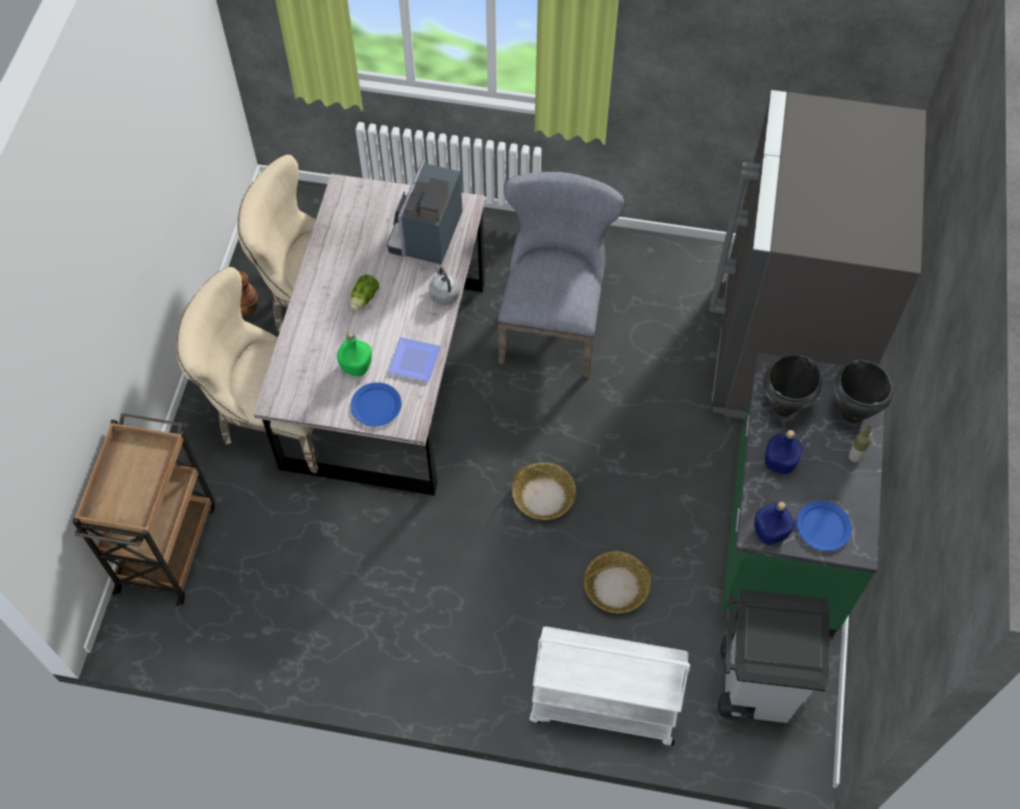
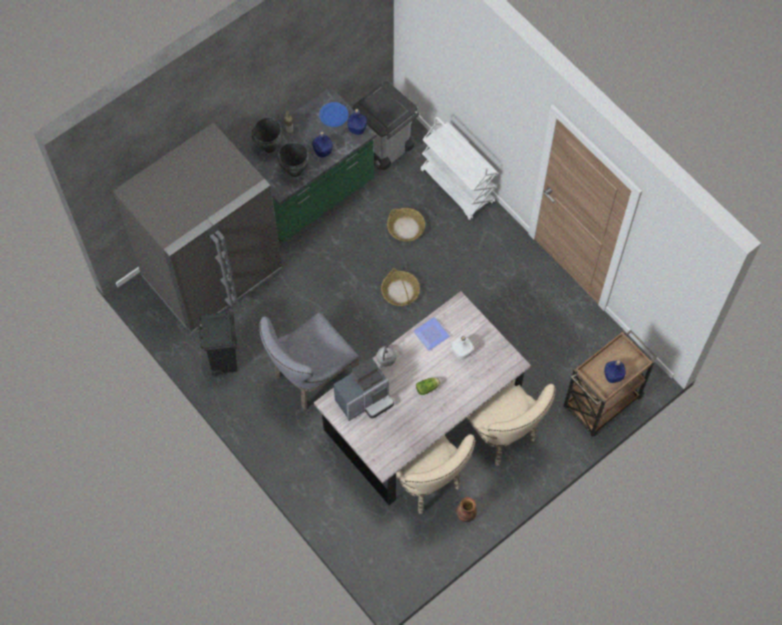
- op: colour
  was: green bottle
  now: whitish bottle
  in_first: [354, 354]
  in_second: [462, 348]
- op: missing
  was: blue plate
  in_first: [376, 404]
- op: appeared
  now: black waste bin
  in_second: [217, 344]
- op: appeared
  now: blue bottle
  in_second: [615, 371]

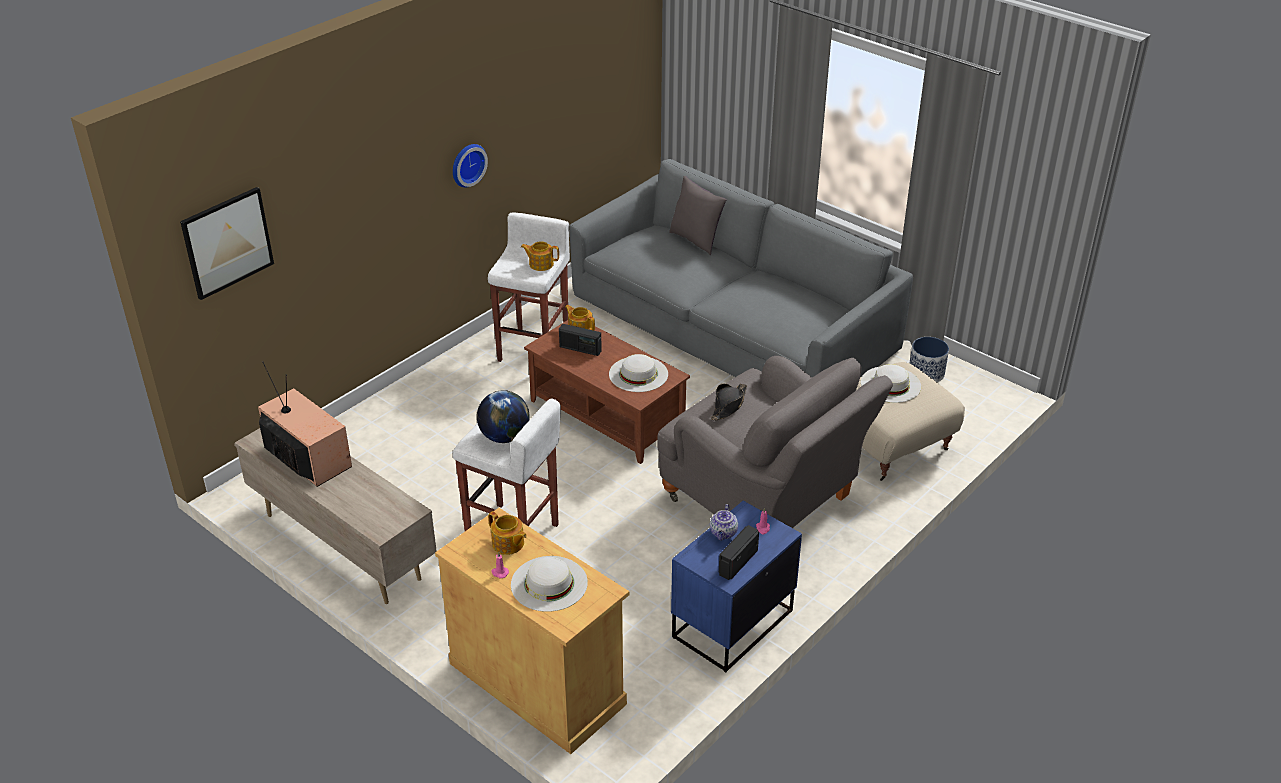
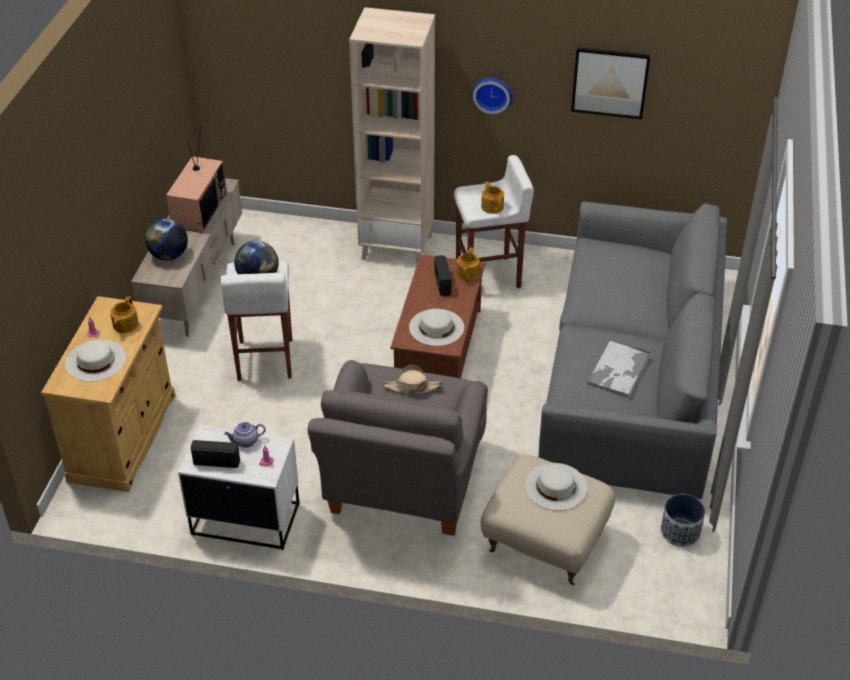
- op: relocated
  was: wall art
  in_first: [227, 243]
  in_second: [611, 83]
- op: missing
  was: grey throw pillow
  in_first: [698, 215]
- op: colour
  was: blue night table
  now: whitish night table
  in_first: [736, 587]
  in_second: [238, 487]
- op: colour
  was: black hat
  now: sand-coloured hat
  in_first: [729, 402]
  in_second: [412, 379]
- op: appeared
  now: world globe
  in_second: [166, 240]
- op: appeared
  now: sand-coloured bookcase
  in_second: [392, 135]
- op: appeared
  now: carrying tray
  in_second: [618, 369]

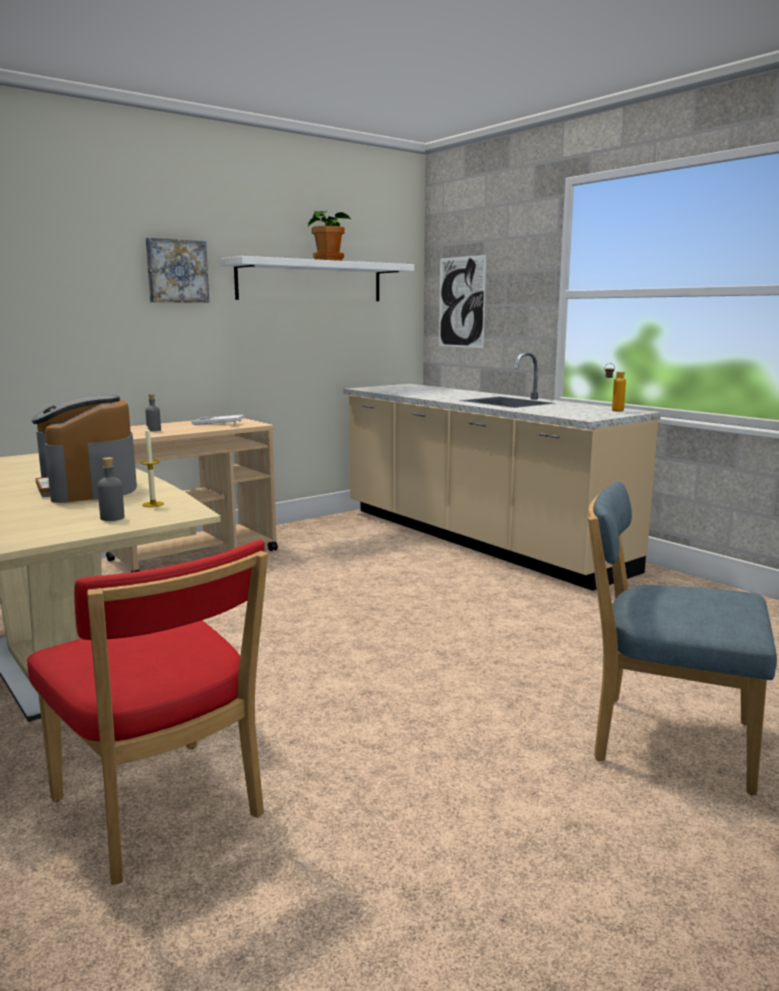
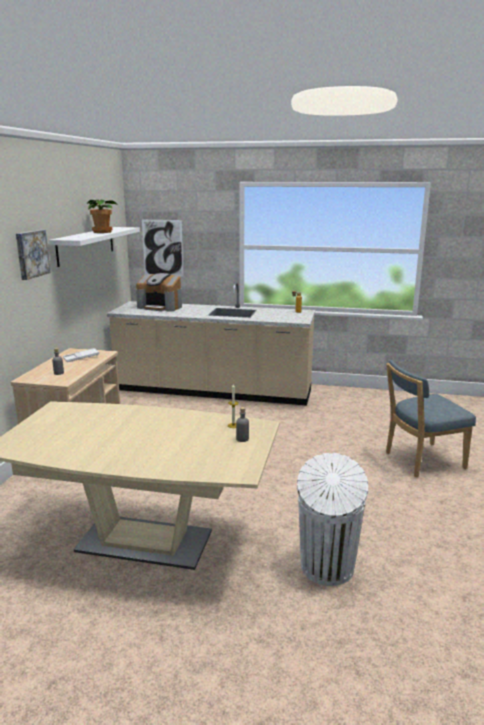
- op: exchanged
  was: reddish plain chair
  now: whitish waste bin
  in_first: [147, 712]
  in_second: [332, 519]
- op: relocated
  was: coffee maker
  in_first: [84, 449]
  in_second: [159, 292]

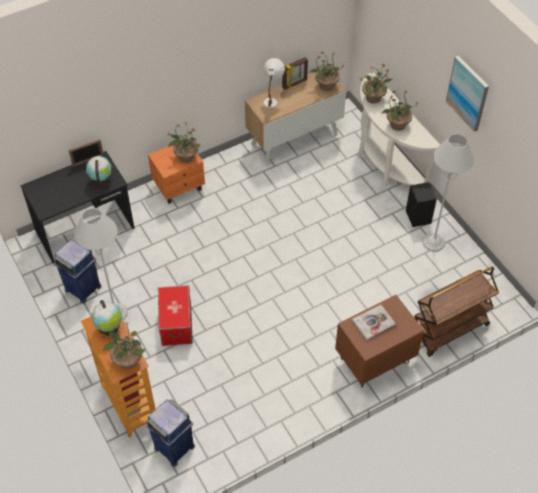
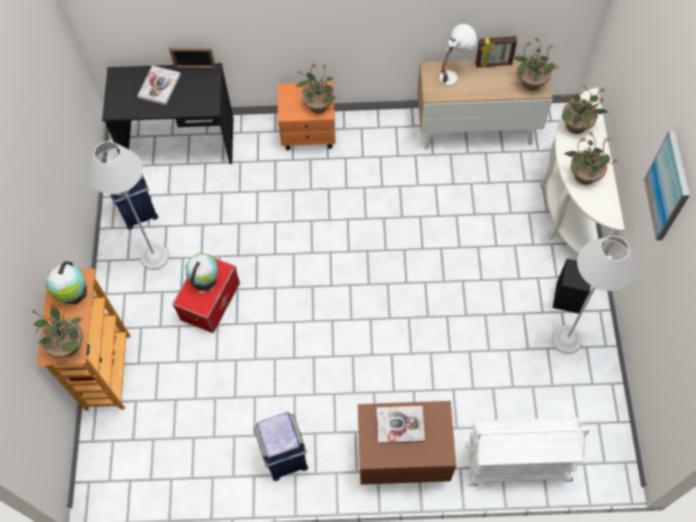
- op: relocated
  was: world globe
  in_first: [98, 172]
  in_second: [202, 272]
- op: relocated
  was: blue waste bin
  in_first: [170, 433]
  in_second: [281, 446]
- op: colour
  was: brown-coloured cart
  now: whitish cart
  in_first: [456, 311]
  in_second: [527, 451]
- op: appeared
  now: bound book
  in_second: [159, 85]

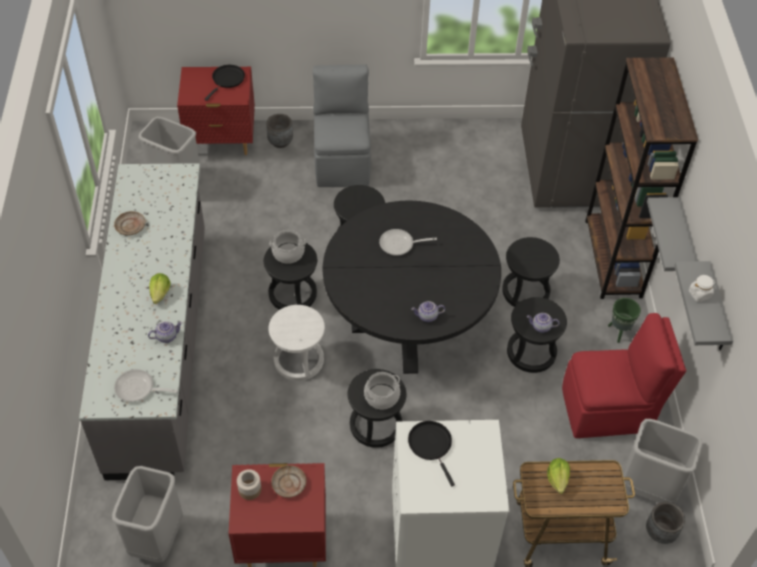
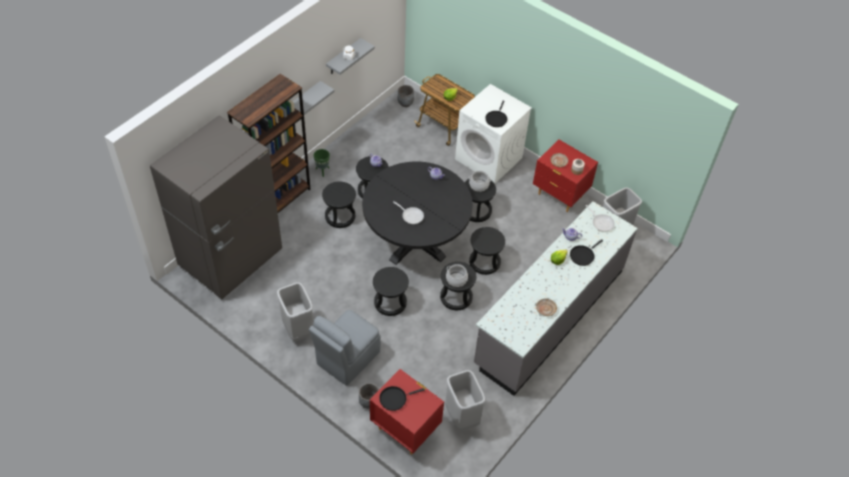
- op: colour
  was: whitish stool seat
  now: black stool seat
  in_first: [296, 343]
  in_second: [487, 251]
- op: missing
  was: reddish plain chair
  in_first: [624, 375]
- op: relocated
  was: grey waste bin
  in_first: [663, 461]
  in_second: [295, 311]
- op: appeared
  now: black frying pan
  in_second: [586, 252]

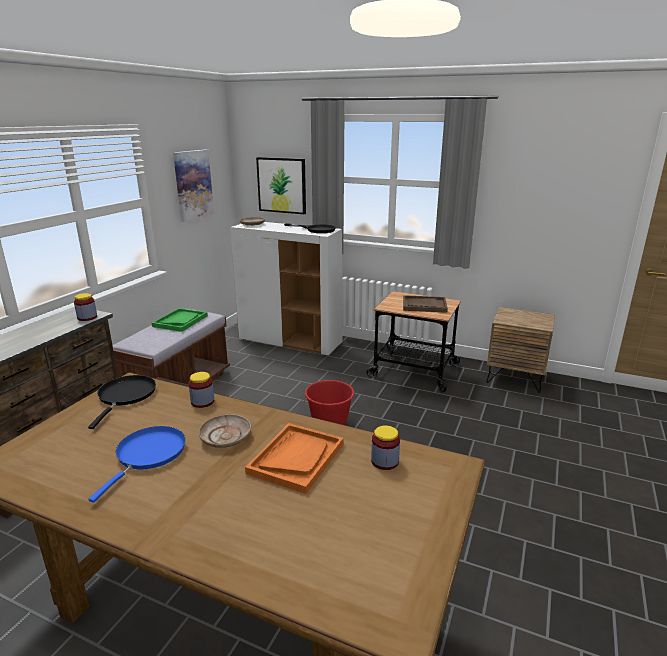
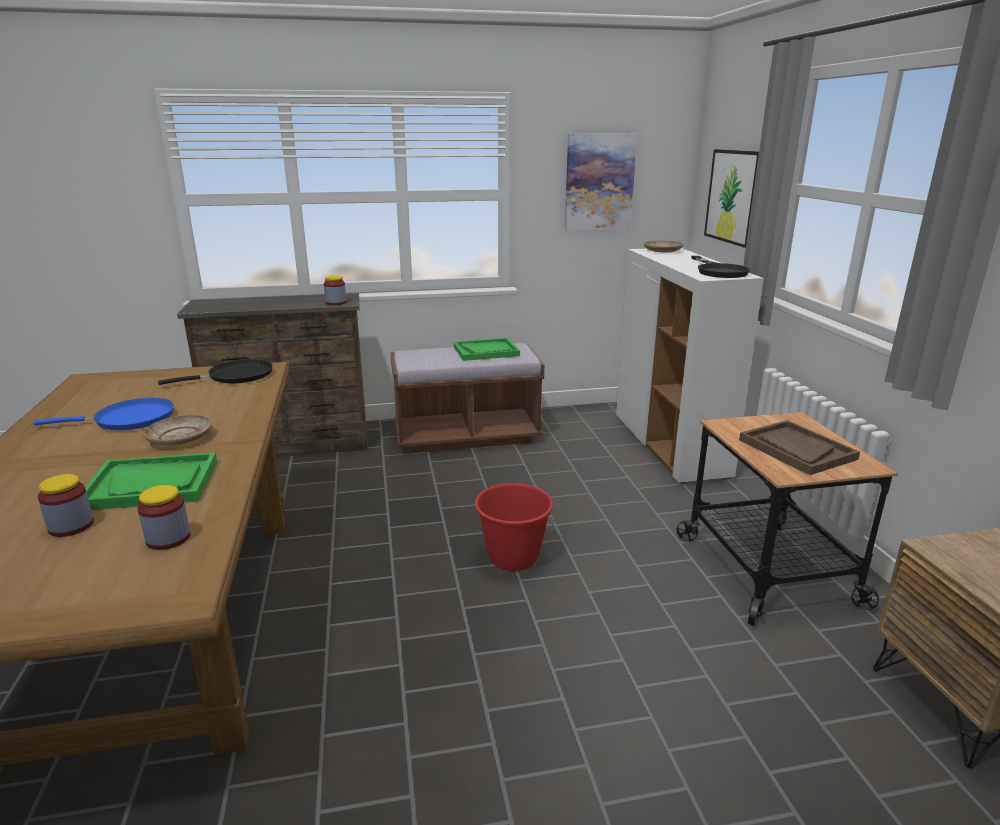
- op: relocated
  was: jar
  in_first: [201, 390]
  in_second: [66, 505]
- op: colour
  was: orangey carrying tray
  now: green carrying tray
  in_first: [294, 458]
  in_second: [151, 481]

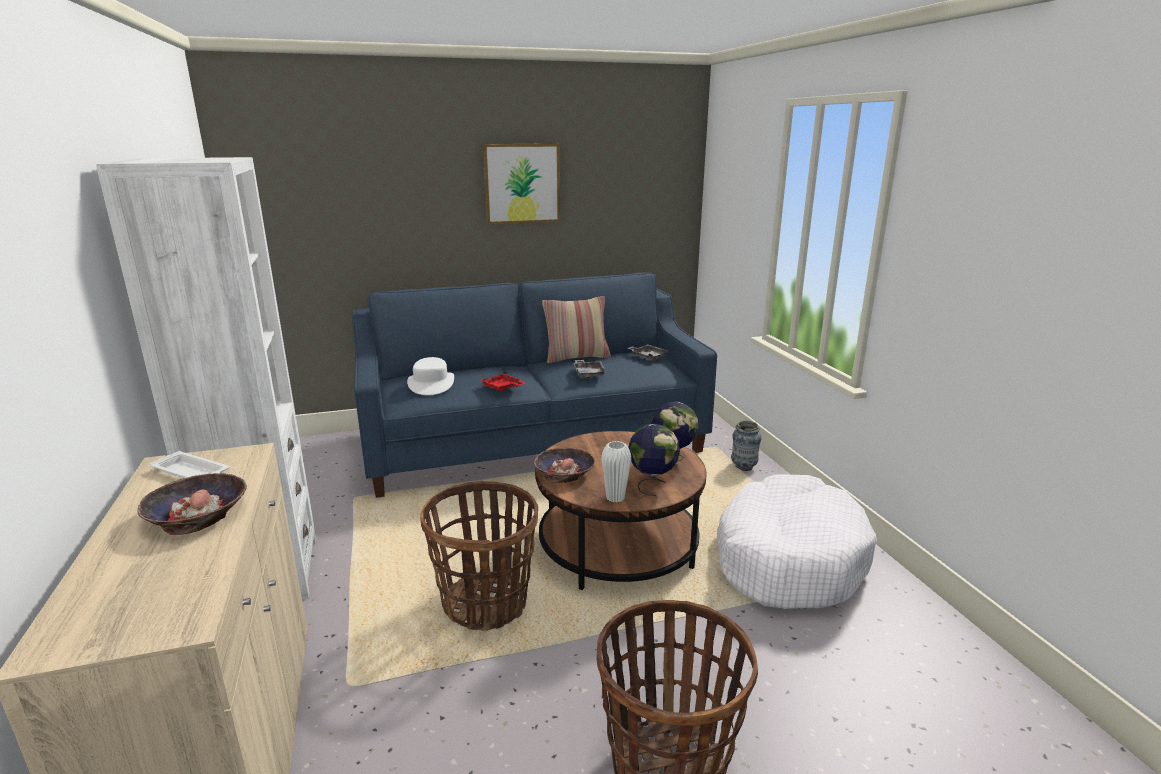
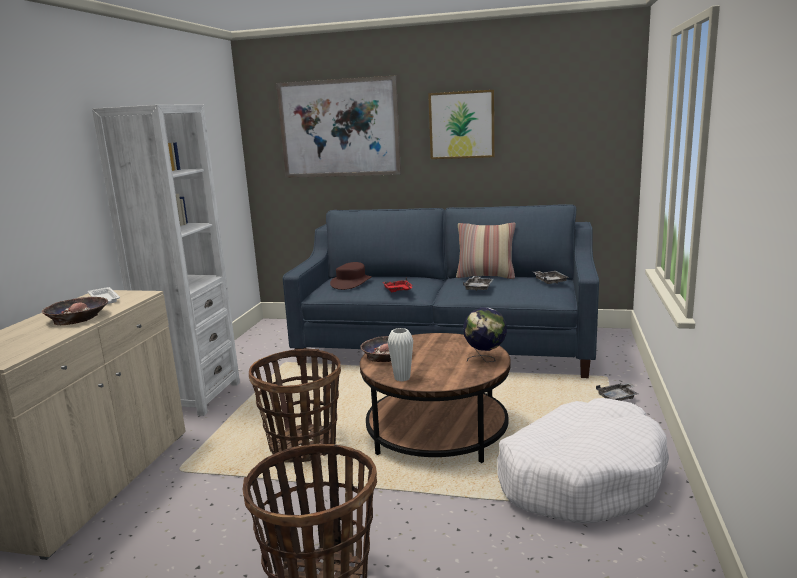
- op: colour
  was: whitish hat
  now: brown-coloured hat
  in_first: [430, 376]
  in_second: [351, 276]
- op: missing
  was: world globe
  in_first: [654, 460]
- op: exchanged
  was: flower vase
  now: grey carrying tray
  in_first: [746, 446]
  in_second: [617, 392]
- op: appeared
  now: wall art
  in_second: [338, 126]

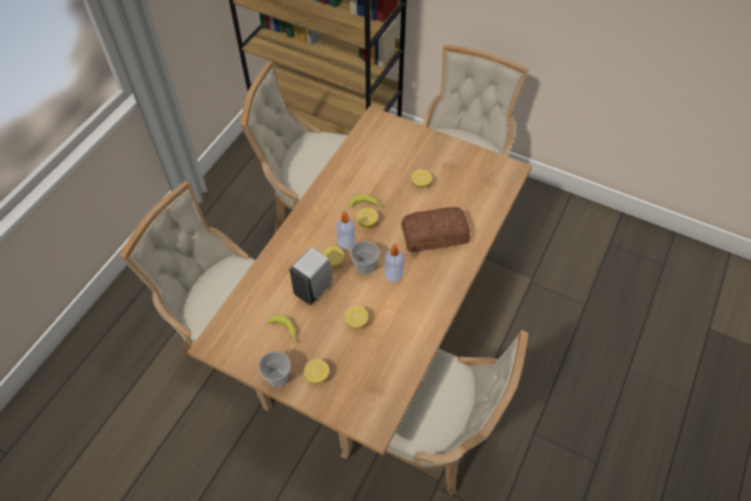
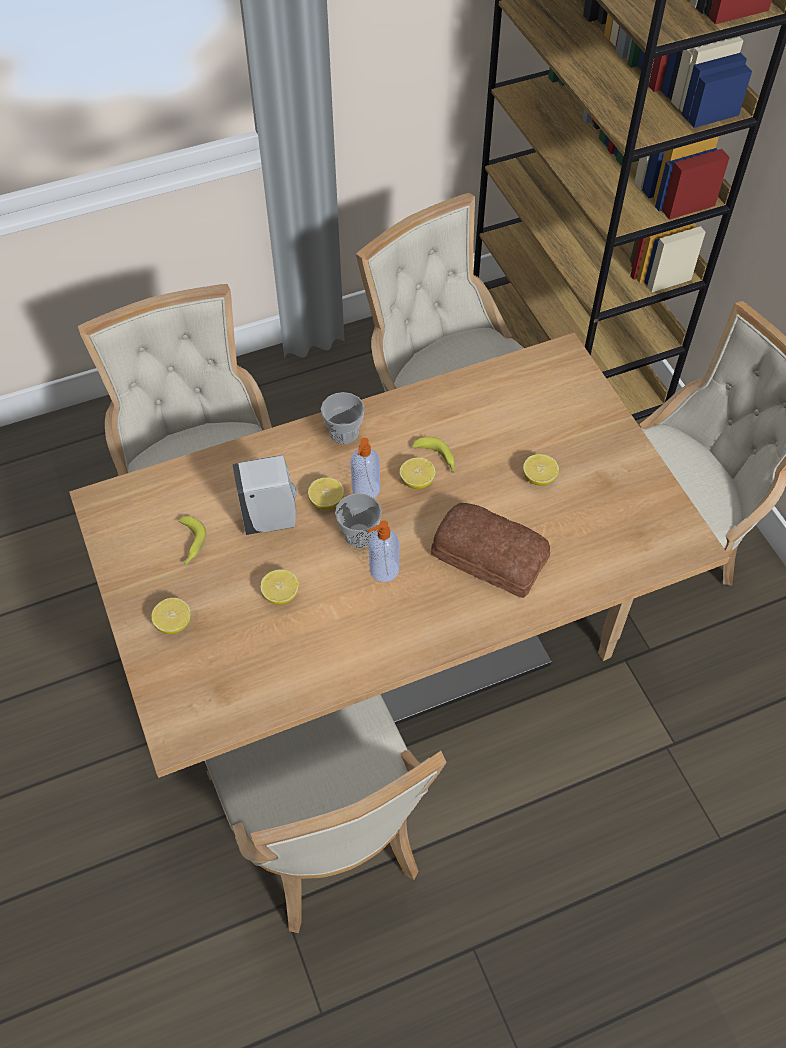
- op: relocated
  was: drinking cup
  in_first: [275, 369]
  in_second: [343, 418]

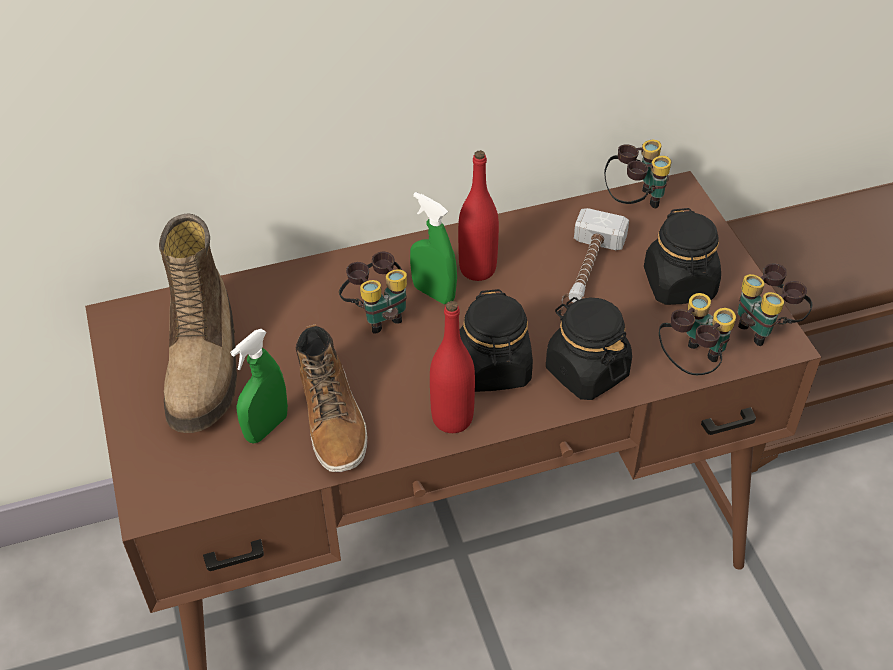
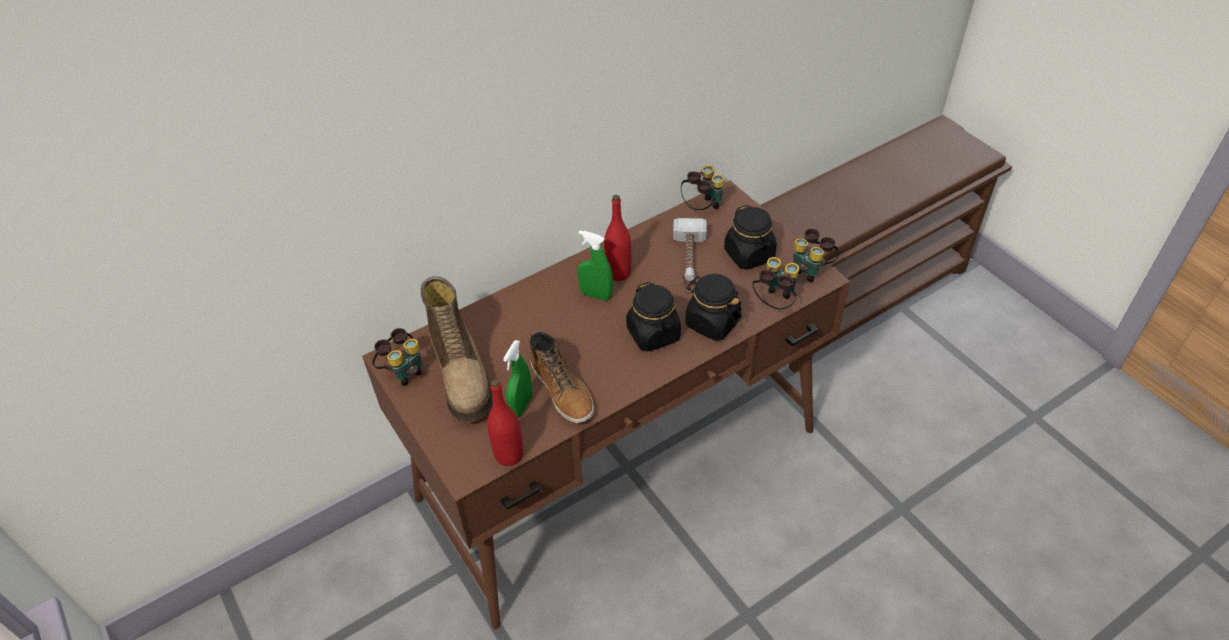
- op: relocated
  was: binoculars
  in_first: [373, 293]
  in_second: [397, 357]
- op: relocated
  was: reddish bottle
  in_first: [452, 367]
  in_second: [505, 422]

